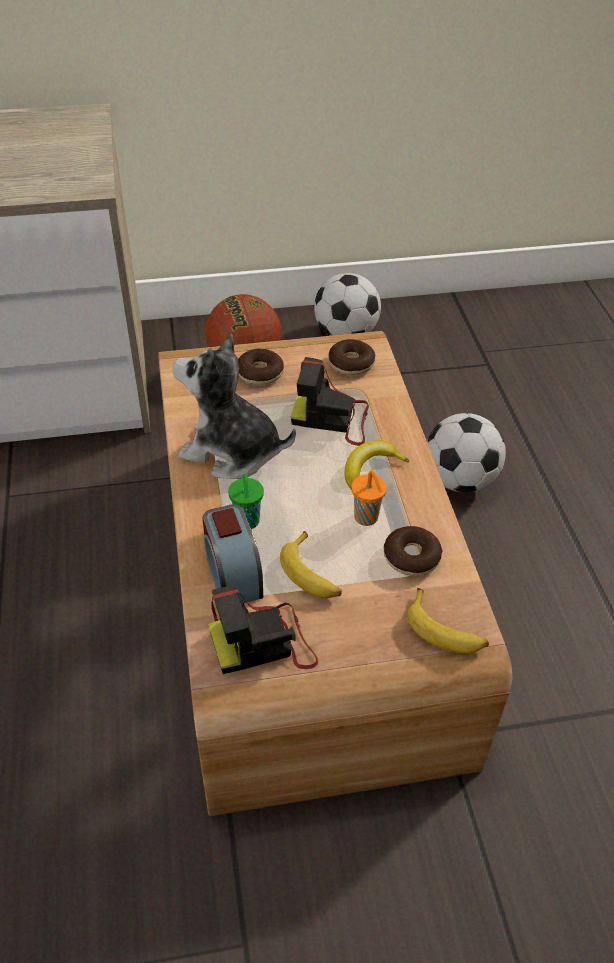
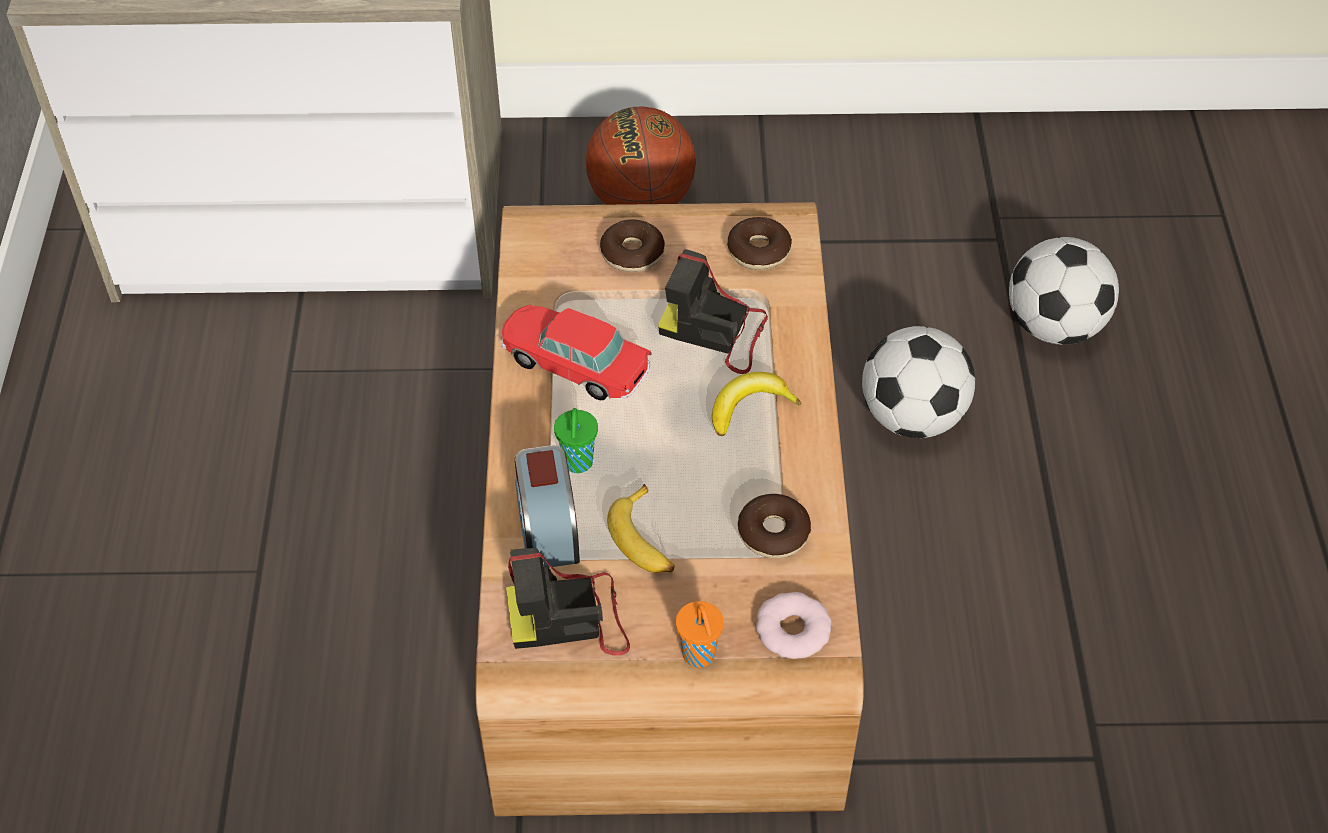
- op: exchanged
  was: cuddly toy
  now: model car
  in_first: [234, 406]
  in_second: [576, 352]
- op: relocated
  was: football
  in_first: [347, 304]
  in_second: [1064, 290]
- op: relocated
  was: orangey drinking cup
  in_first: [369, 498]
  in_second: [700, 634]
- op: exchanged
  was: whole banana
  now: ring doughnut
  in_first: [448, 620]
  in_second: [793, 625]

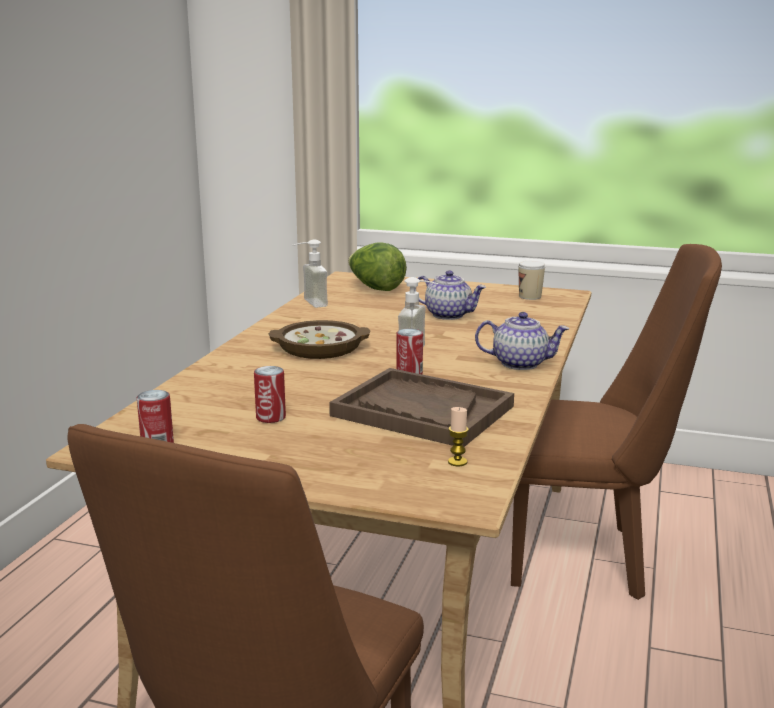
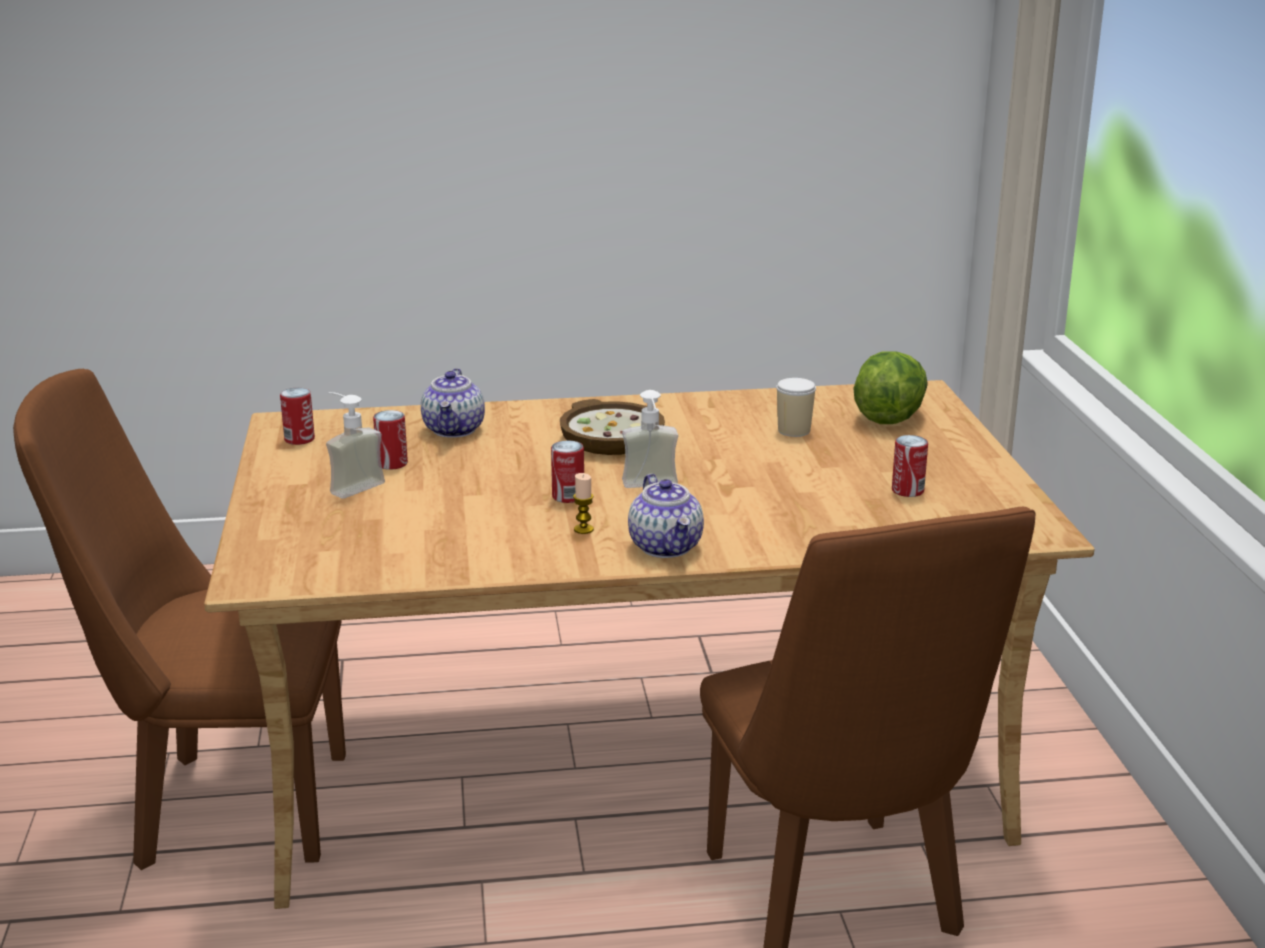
- op: relocated
  was: soap dispenser
  in_first: [310, 273]
  in_second: [355, 445]
- op: missing
  was: brown-coloured carrying tray
  in_first: [421, 407]
- op: relocated
  was: tea pot
  in_first: [450, 295]
  in_second: [453, 403]
- op: relocated
  was: wax candle
  in_first: [458, 436]
  in_second: [583, 503]
- op: relocated
  was: drinking cup
  in_first: [531, 280]
  in_second: [796, 407]
- op: appeared
  now: metal can
  in_second: [910, 466]

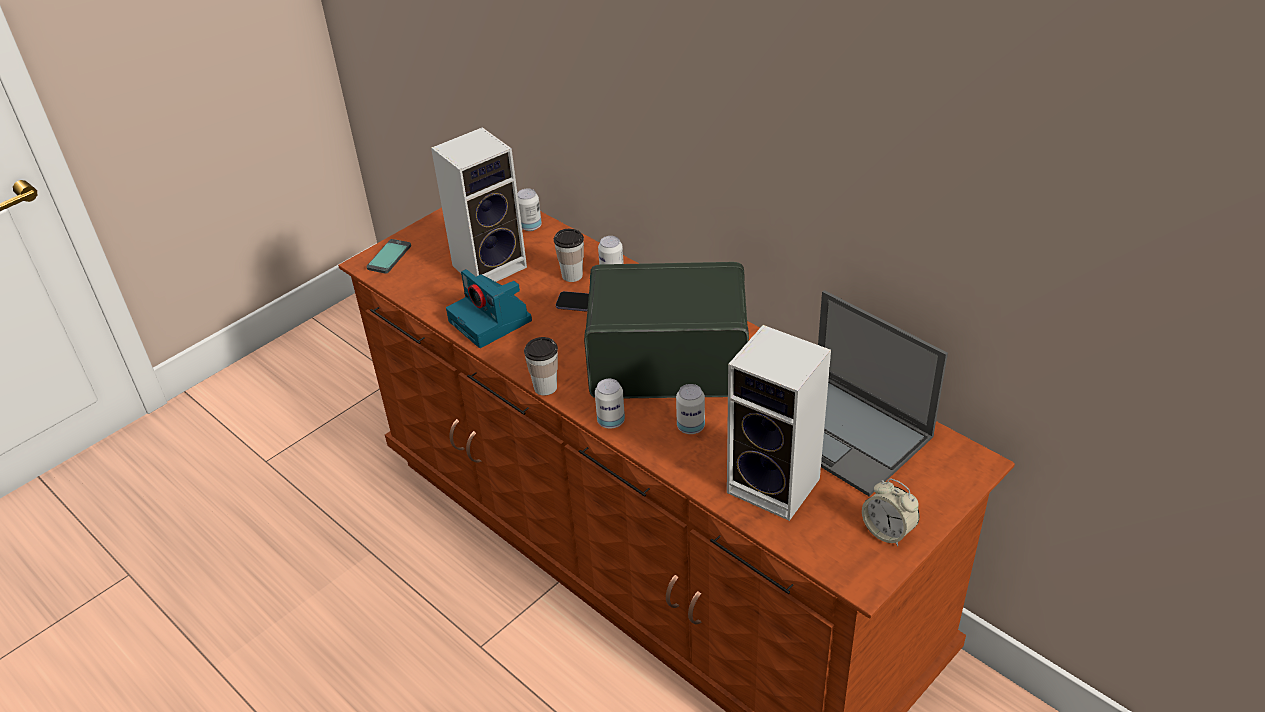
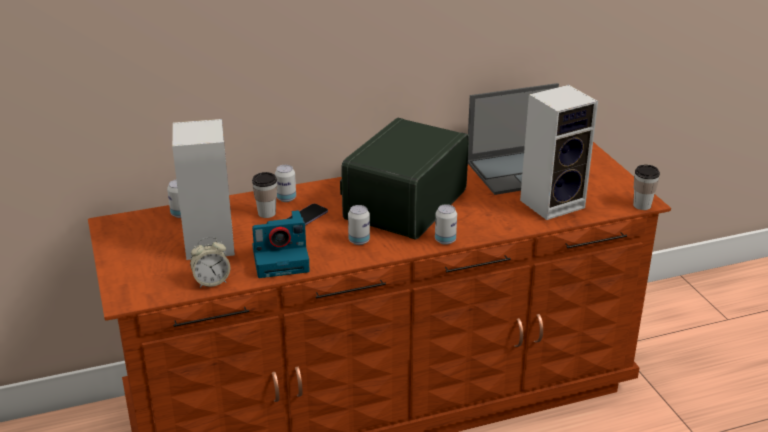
- op: missing
  was: telephone
  in_first: [388, 256]
- op: relocated
  was: drinking cup
  in_first: [541, 366]
  in_second: [646, 187]
- op: relocated
  was: metal can
  in_first: [690, 409]
  in_second: [359, 225]
- op: relocated
  was: alarm clock
  in_first: [891, 512]
  in_second: [210, 262]

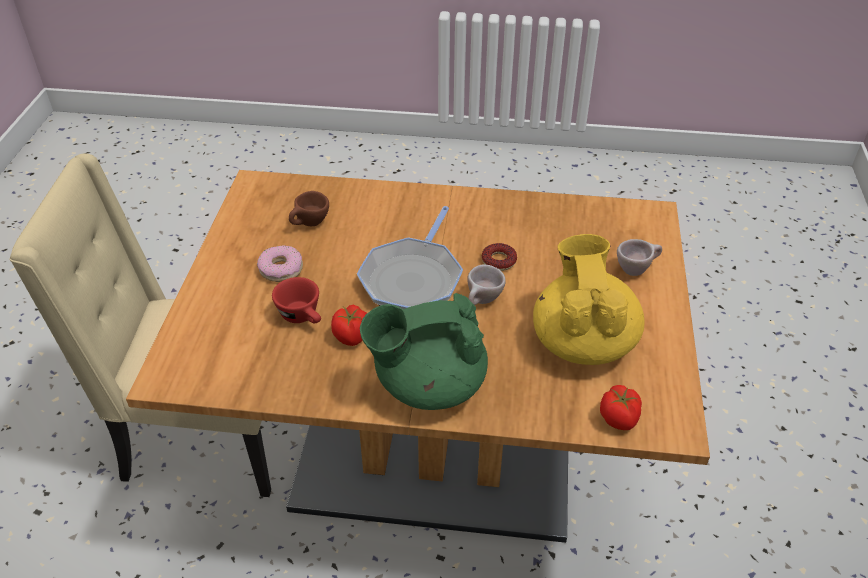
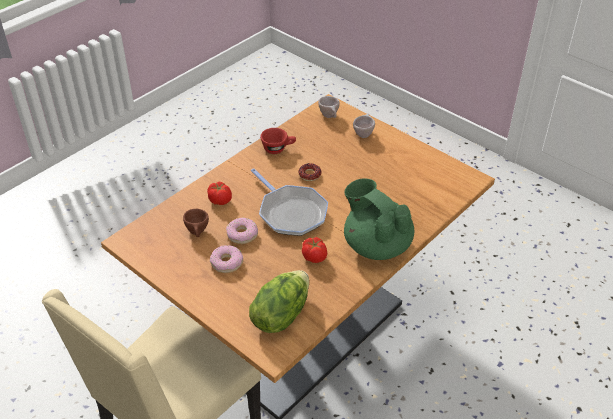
- op: relocated
  was: reddish drinking cup
  in_first: [296, 300]
  in_second: [278, 141]
- op: spun
  was: green tea pot
  in_first: [424, 351]
  in_second: [379, 219]
  clockwise: 120
- op: relocated
  was: sand-coloured drinking cup
  in_first: [486, 284]
  in_second: [329, 107]
- op: missing
  was: yellow-coloured tea pot
  in_first: [589, 299]
- op: relocated
  was: fresh tomato
  in_first: [621, 407]
  in_second: [219, 193]
- op: appeared
  now: ring doughnut
  in_second: [242, 231]
- op: appeared
  now: lettuce head
  in_second: [279, 301]

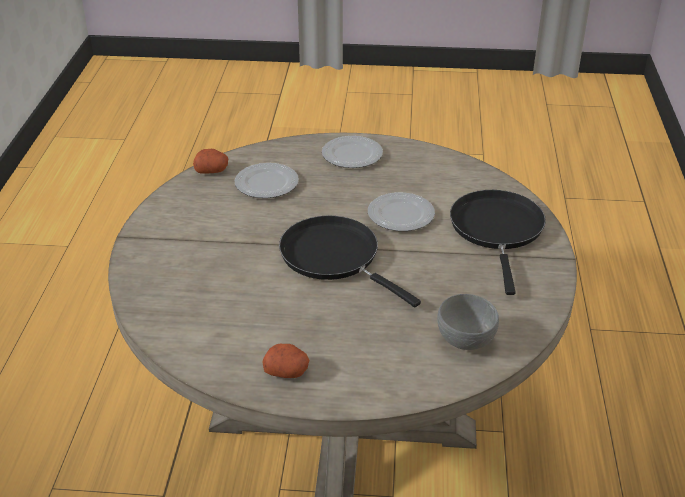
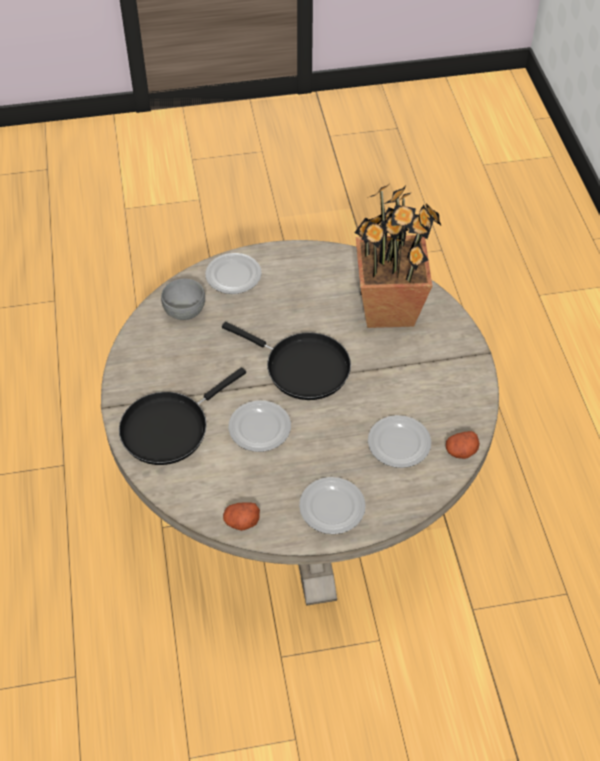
- op: relocated
  was: spud
  in_first: [285, 361]
  in_second: [241, 516]
- op: spun
  was: black frying pan
  in_first: [498, 242]
  in_second: [182, 416]
  clockwise: 60
- op: appeared
  now: plate
  in_second: [233, 273]
- op: appeared
  now: plant in a pot
  in_second: [397, 255]

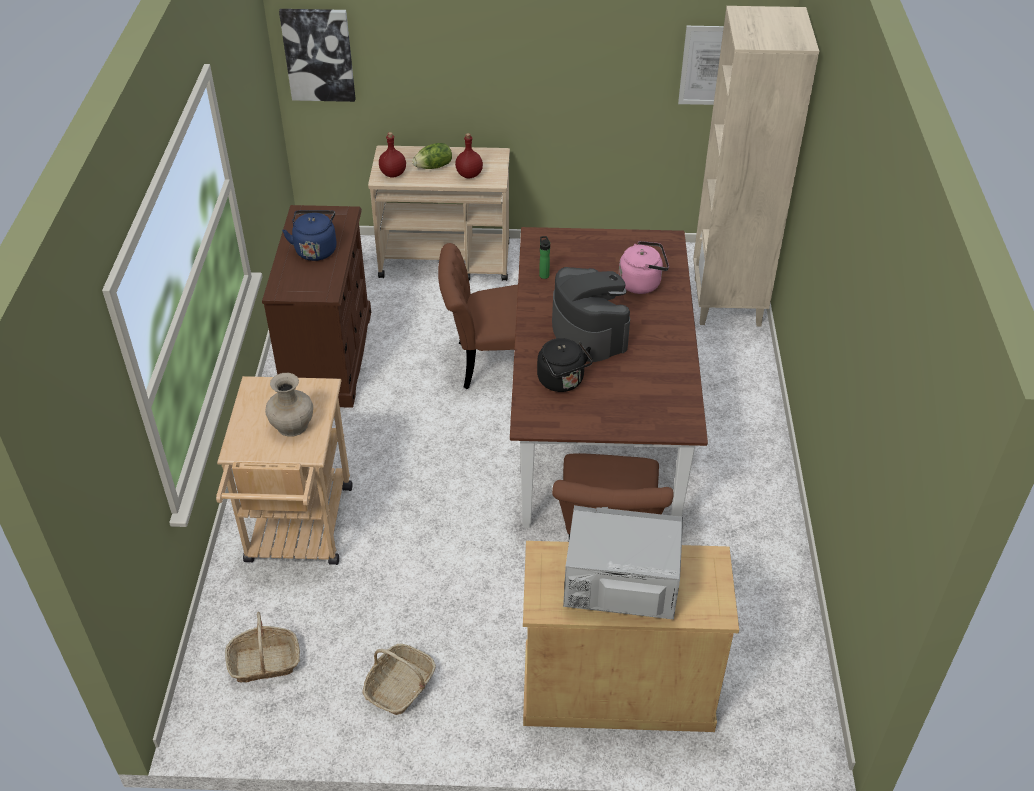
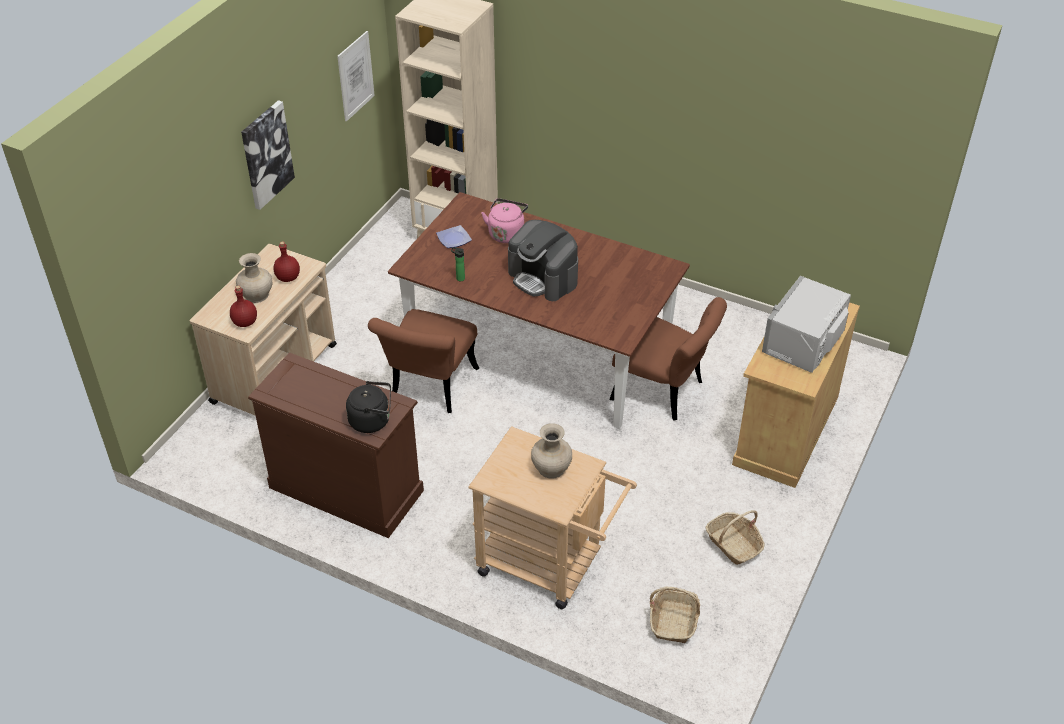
- op: relocated
  was: wall art
  in_first: [317, 55]
  in_second: [268, 155]
- op: missing
  was: blue kettle
  in_first: [309, 235]
- op: exchanged
  was: lettuce head
  now: sand-coloured flower vase
  in_first: [432, 156]
  in_second: [254, 278]
- op: relocated
  was: black kettle
  in_first: [565, 365]
  in_second: [368, 407]
- op: spun
  was: coffee maker
  in_first: [591, 314]
  in_second: [543, 260]
  clockwise: -135
- op: appeared
  now: plate
  in_second: [454, 236]

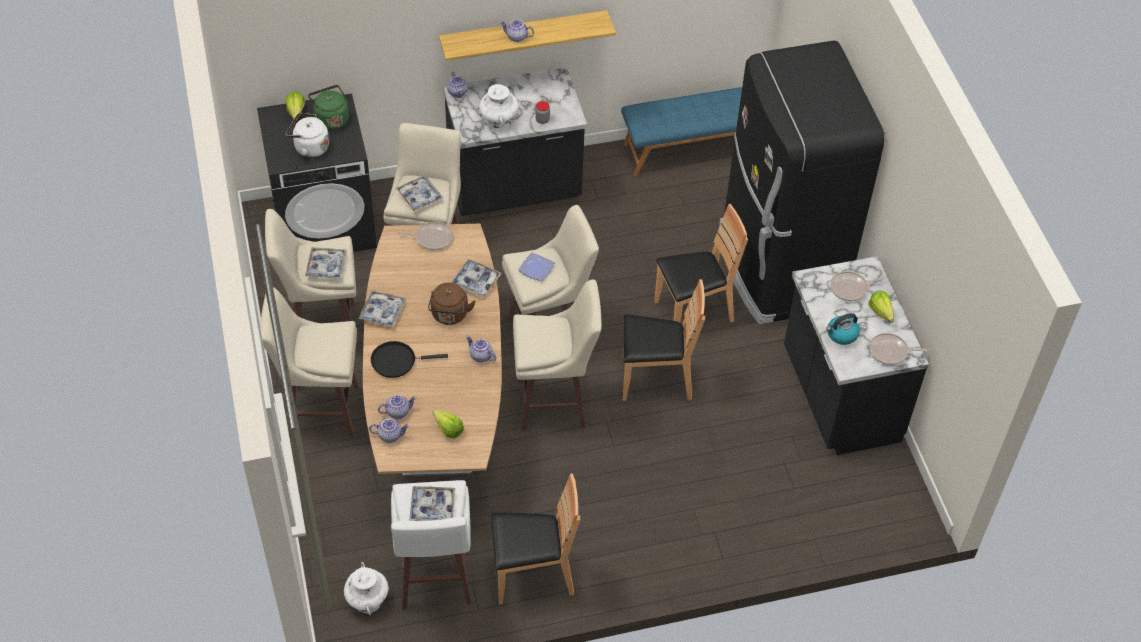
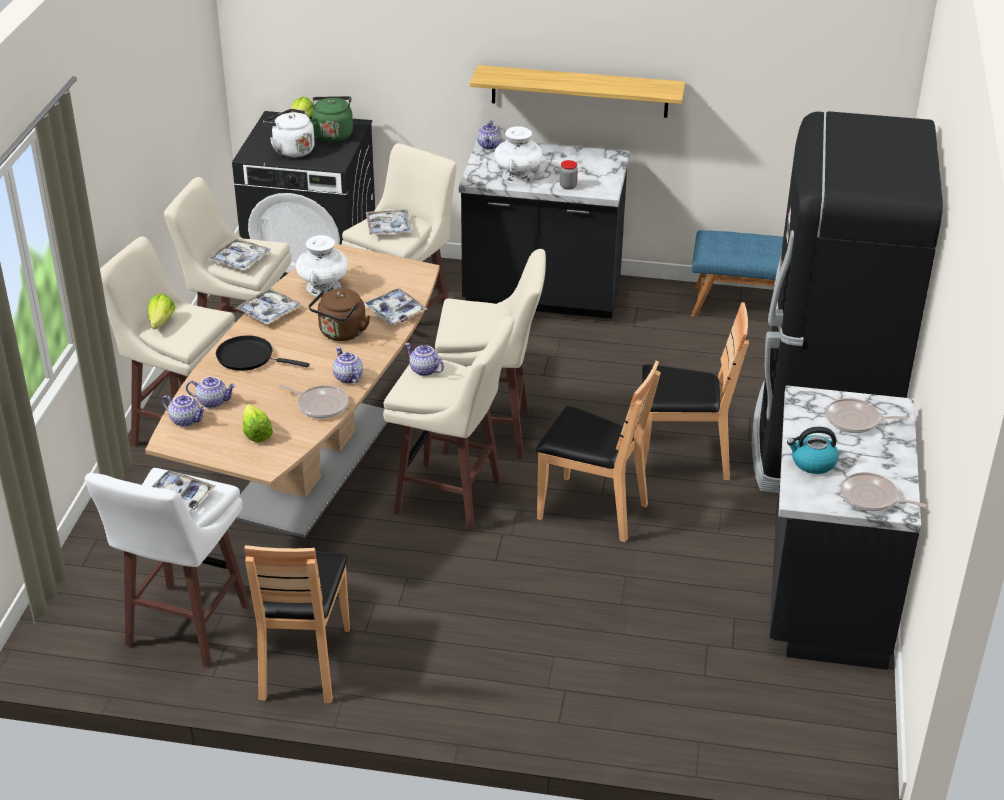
- op: relocated
  was: whitish flower vase
  in_first: [366, 588]
  in_second: [322, 265]
- op: relocated
  was: frying pan
  in_first: [425, 236]
  in_second: [313, 401]
- op: spun
  was: brown-coloured plain chair
  in_first: [535, 539]
  in_second: [297, 624]
  clockwise: 75
- op: relocated
  was: tea pot
  in_first: [517, 31]
  in_second: [424, 359]
- op: missing
  was: plate
  in_first: [536, 267]
- op: relocated
  was: lettuce head
  in_first: [881, 307]
  in_second: [161, 311]

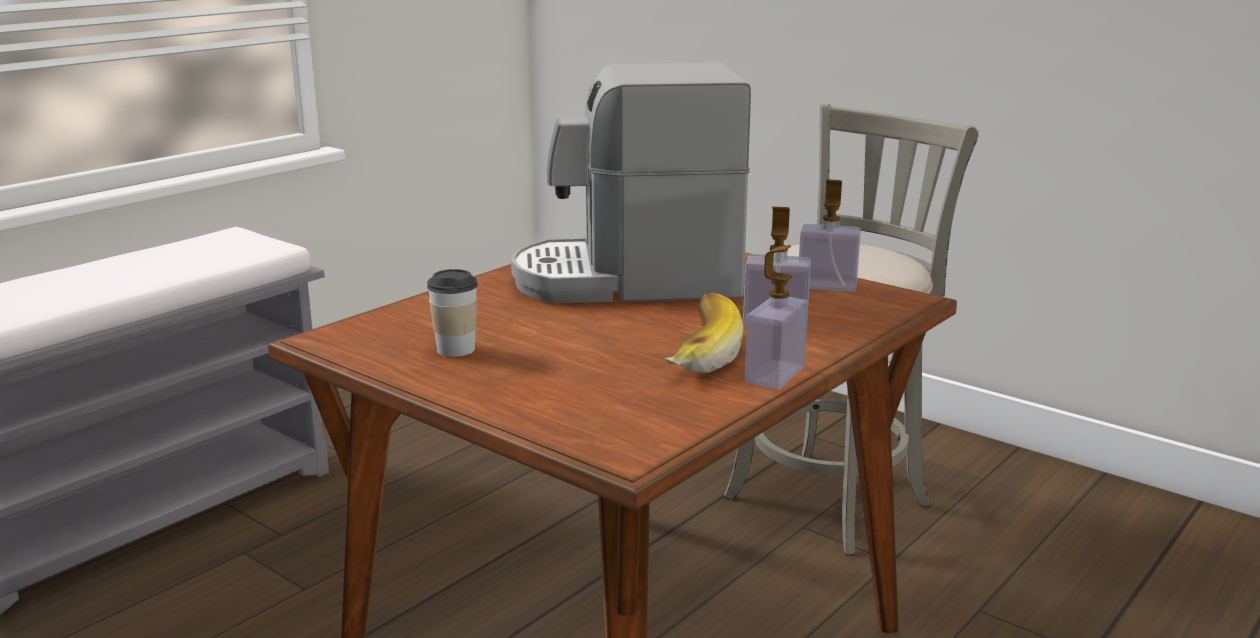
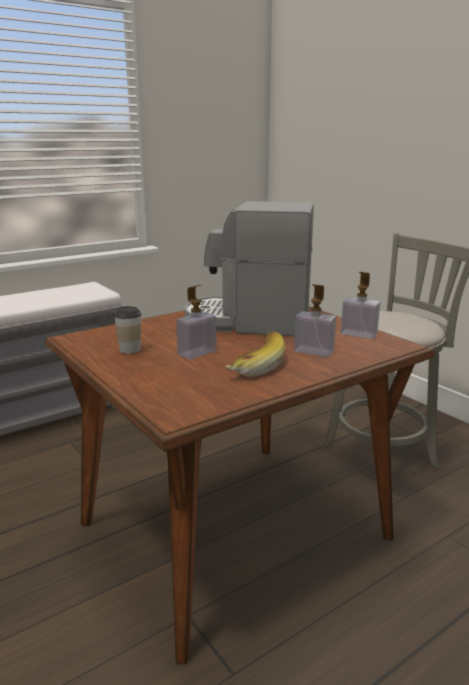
- op: relocated
  was: soap dispenser
  in_first: [776, 317]
  in_second: [196, 322]

